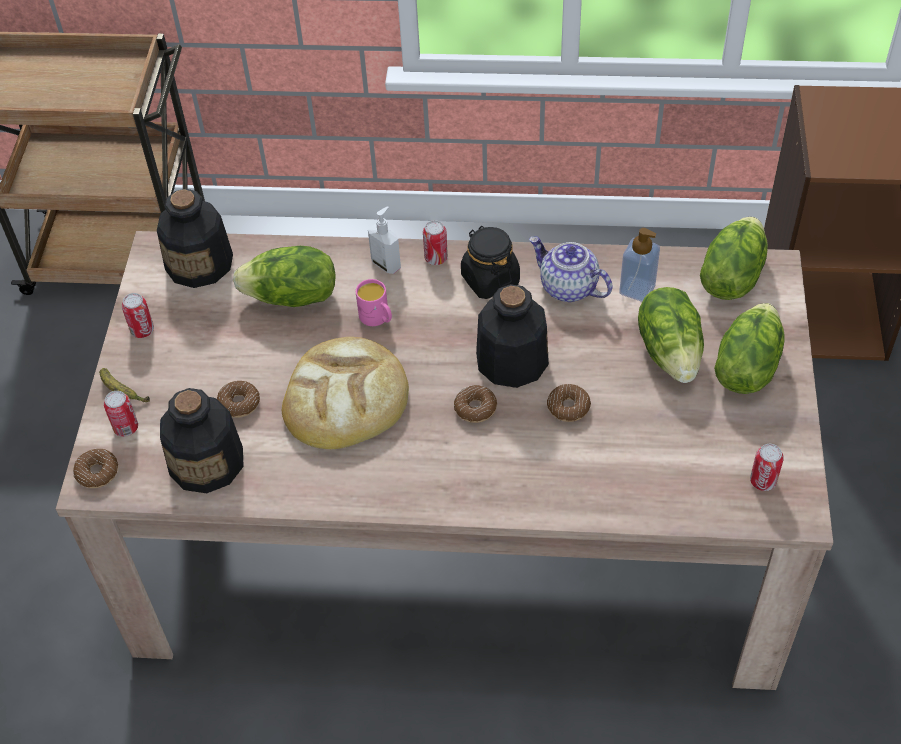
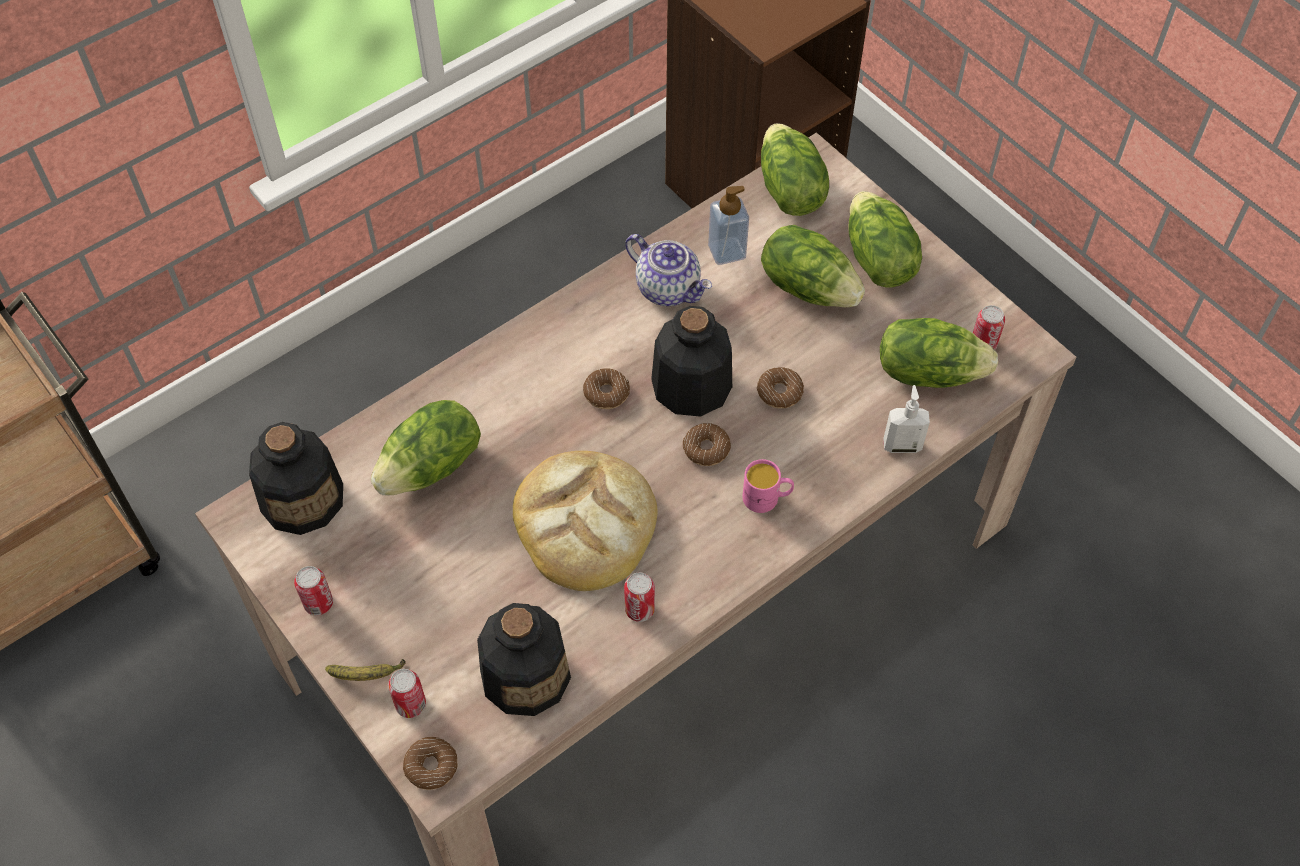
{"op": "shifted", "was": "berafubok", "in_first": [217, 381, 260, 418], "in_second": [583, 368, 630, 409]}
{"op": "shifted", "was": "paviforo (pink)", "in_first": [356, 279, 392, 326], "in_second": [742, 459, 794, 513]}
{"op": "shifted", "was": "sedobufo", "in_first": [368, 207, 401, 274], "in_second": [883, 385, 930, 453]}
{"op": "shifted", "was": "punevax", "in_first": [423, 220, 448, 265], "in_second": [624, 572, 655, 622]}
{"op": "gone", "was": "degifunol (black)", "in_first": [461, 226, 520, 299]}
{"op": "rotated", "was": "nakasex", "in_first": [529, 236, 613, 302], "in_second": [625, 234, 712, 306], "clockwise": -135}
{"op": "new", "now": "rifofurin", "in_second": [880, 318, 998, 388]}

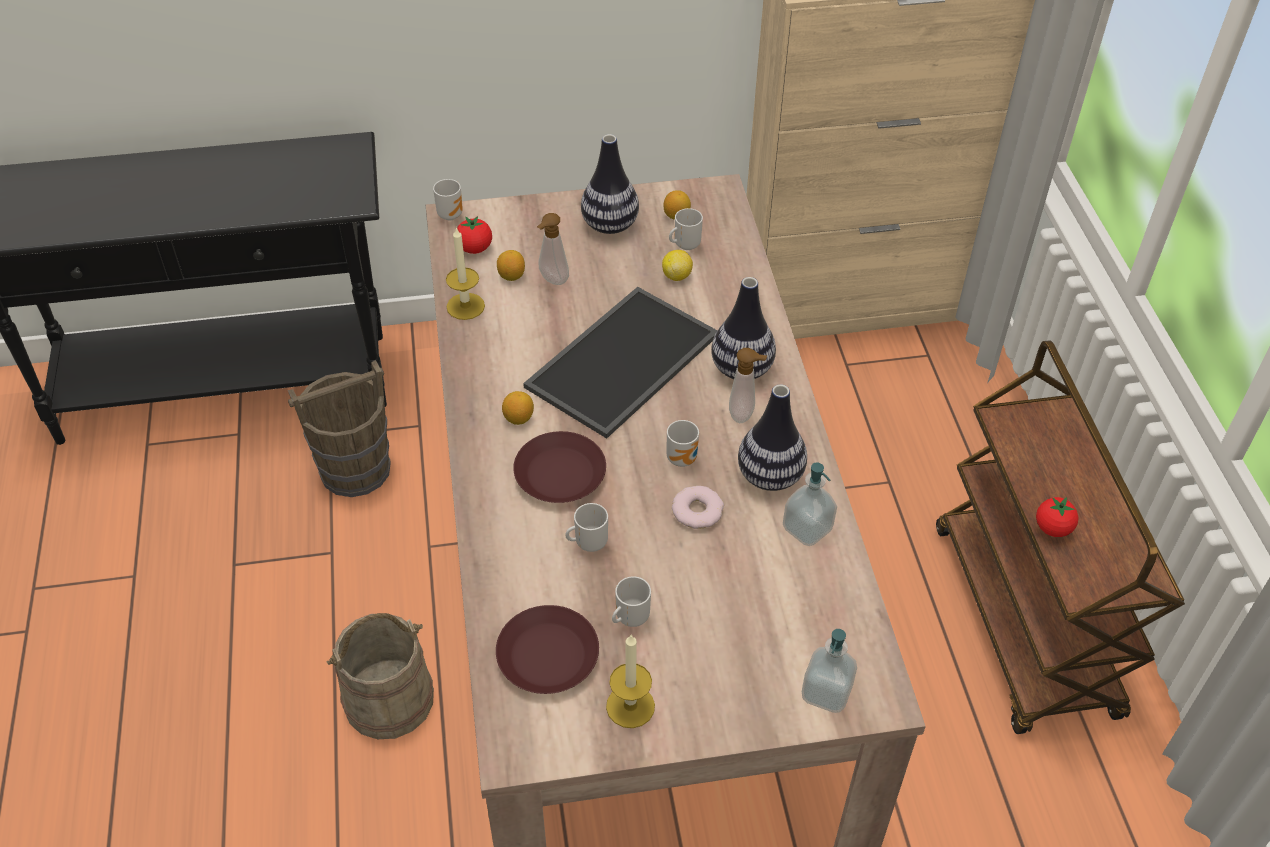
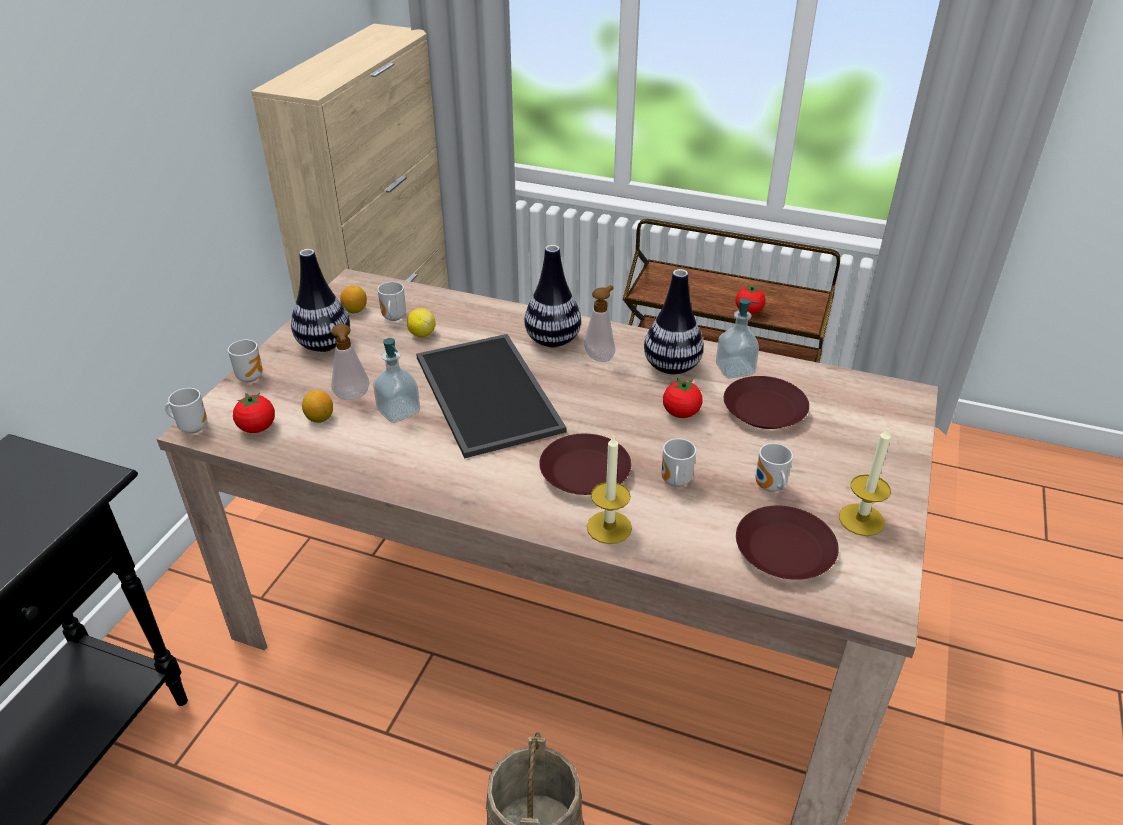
{"op": "gone", "was": "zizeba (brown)", "in_first": [288, 360, 391, 497]}
{"op": "shifted", "was": "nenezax", "in_first": [446, 227, 485, 320], "in_second": [587, 434, 632, 544]}
{"op": "gone", "was": "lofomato", "in_first": [502, 391, 534, 425]}
{"op": "shifted", "was": "paviforo", "in_first": [666, 420, 699, 467], "in_second": [228, 340, 263, 382]}
{"op": "swapped", "was": "berafubok", "now": "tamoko", "in_first": [672, 486, 724, 529], "in_second": [663, 378, 702, 418]}
{"op": "shifted", "was": "sedobufo", "in_first": [802, 629, 857, 713], "in_second": [373, 338, 420, 423]}
{"op": "new", "now": "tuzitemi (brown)", "in_second": [724, 376, 809, 429]}

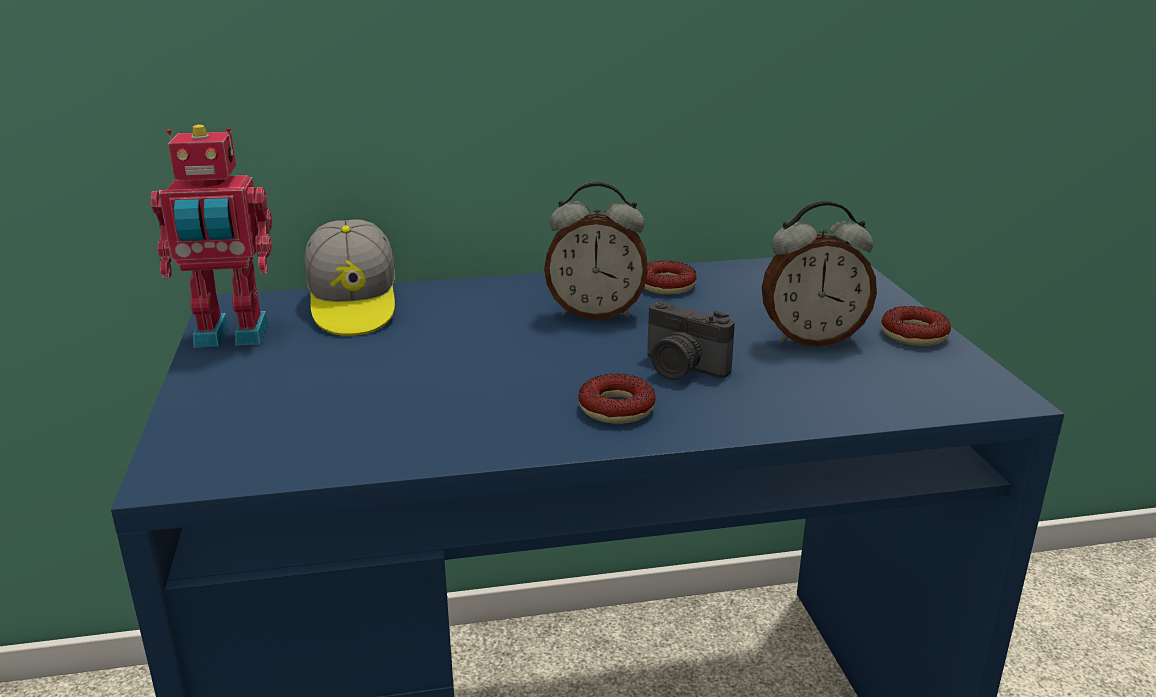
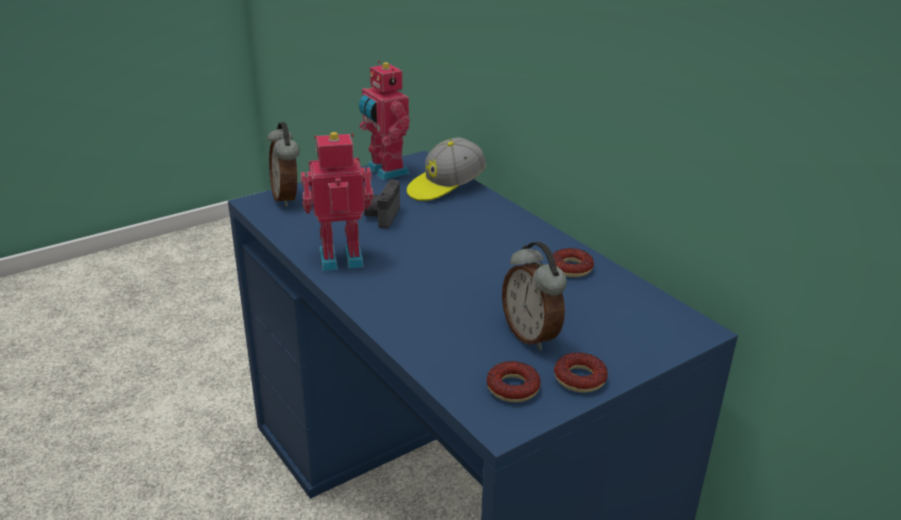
{"op": "shifted", "was": "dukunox", "in_first": [544, 182, 648, 320], "in_second": [267, 122, 300, 207]}
{"op": "shifted", "was": "berafubok", "in_first": [578, 373, 656, 424], "in_second": [487, 361, 541, 402]}
{"op": "shifted", "was": "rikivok", "in_first": [647, 302, 735, 380], "in_second": [364, 180, 400, 229]}
{"op": "new", "now": "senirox", "in_second": [301, 132, 373, 271]}

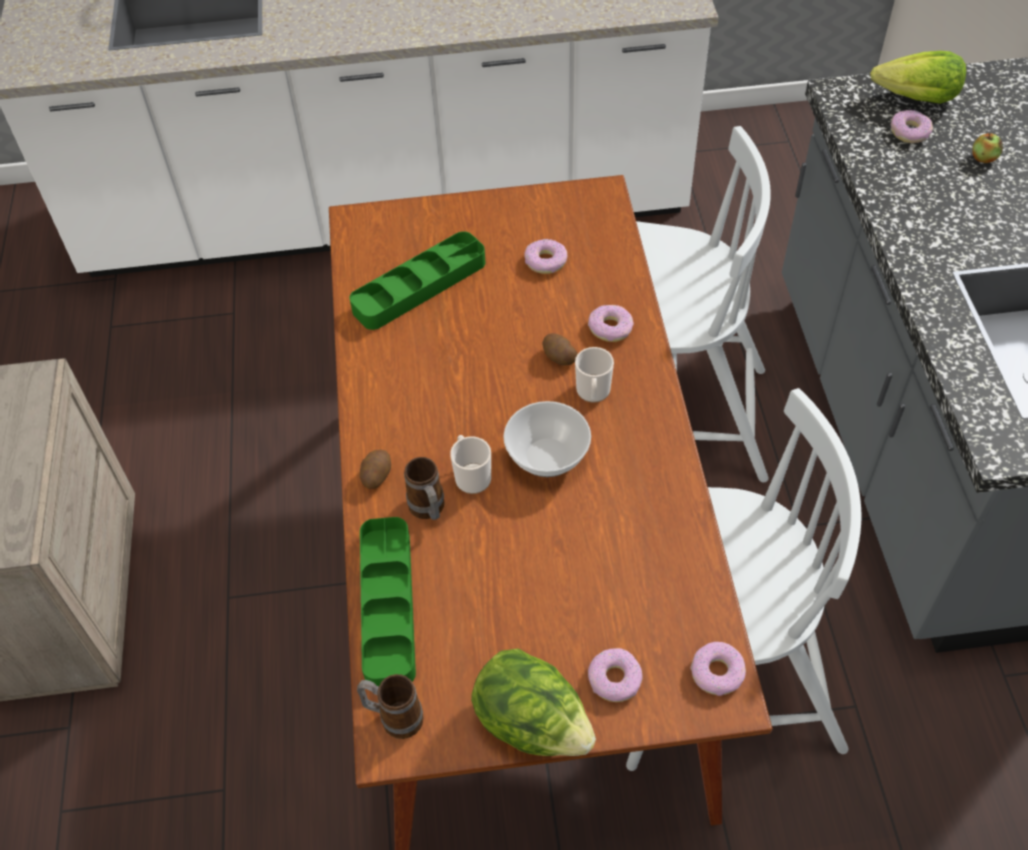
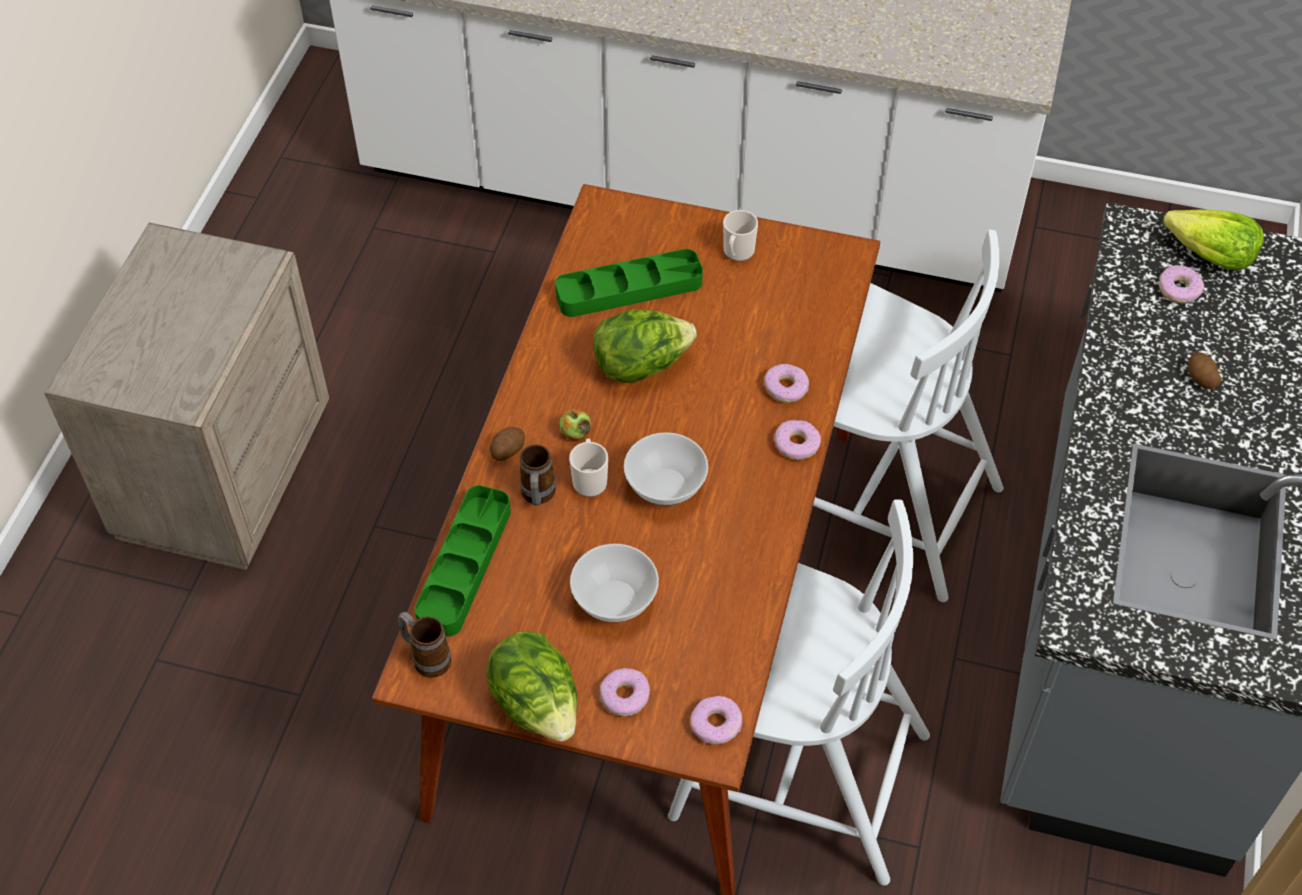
{"op": "shifted", "was": "berafubok", "in_first": [524, 239, 567, 274], "in_second": [774, 420, 821, 460]}
{"op": "shifted", "was": "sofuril", "in_first": [543, 333, 578, 366], "in_second": [1188, 352, 1221, 389]}
{"op": "shifted", "was": "paviforo", "in_first": [575, 347, 614, 403], "in_second": [723, 210, 758, 261]}
{"op": "shifted", "was": "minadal", "in_first": [972, 133, 1003, 163], "in_second": [559, 409, 591, 440]}
{"op": "new", "now": "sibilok", "in_second": [570, 544, 659, 622]}
{"op": "new", "now": "rifofurin", "in_second": [593, 309, 697, 383]}

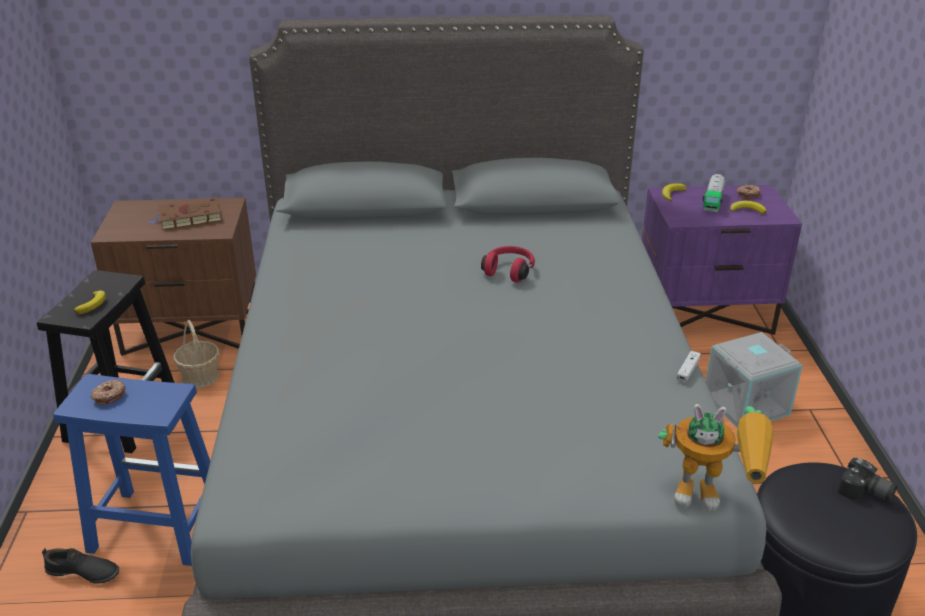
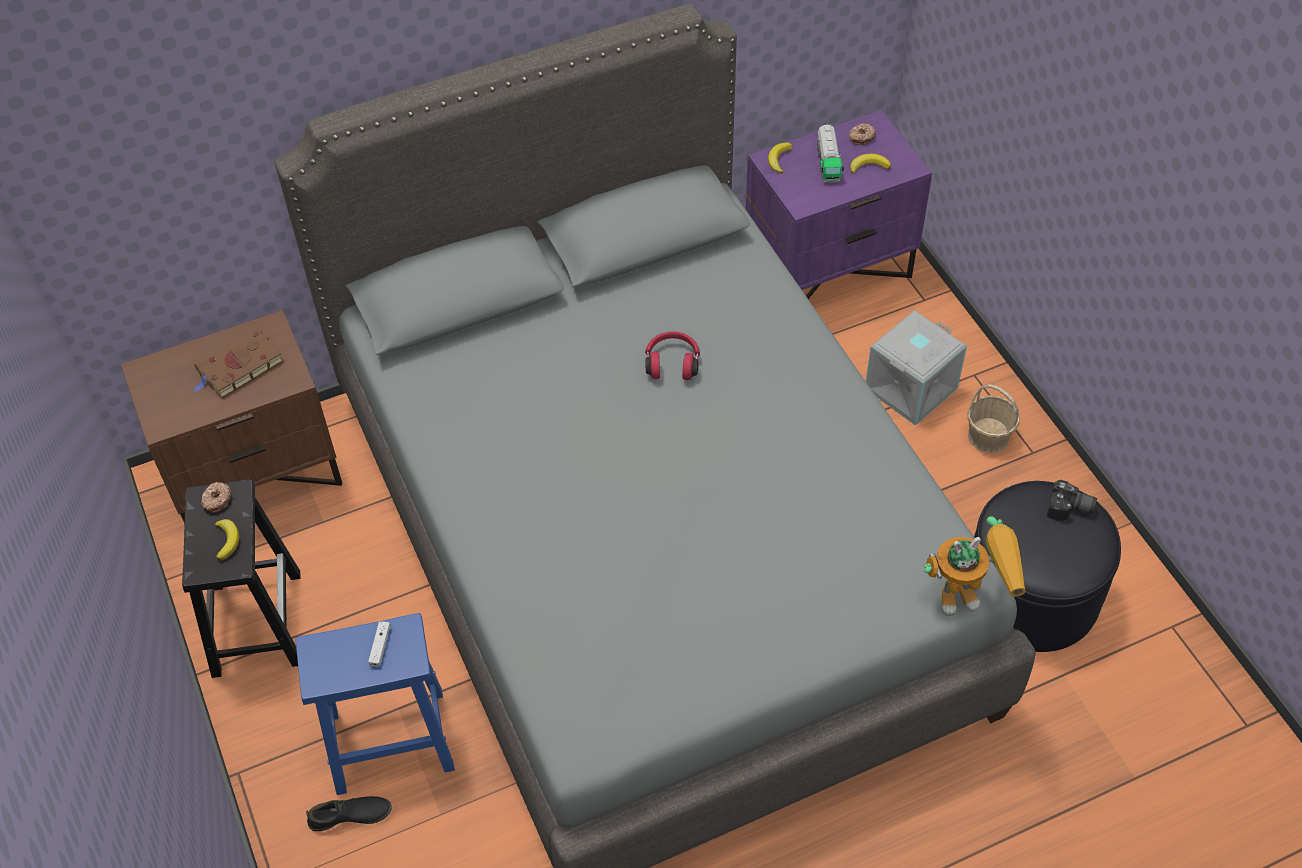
{"op": "shifted", "was": "berafubok", "in_first": [91, 379, 126, 405], "in_second": [201, 482, 232, 512]}
{"op": "shifted", "was": "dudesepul", "in_first": [173, 320, 219, 388], "in_second": [968, 384, 1020, 453]}
{"op": "shifted", "was": "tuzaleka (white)", "in_first": [677, 351, 701, 383], "in_second": [368, 621, 391, 667]}

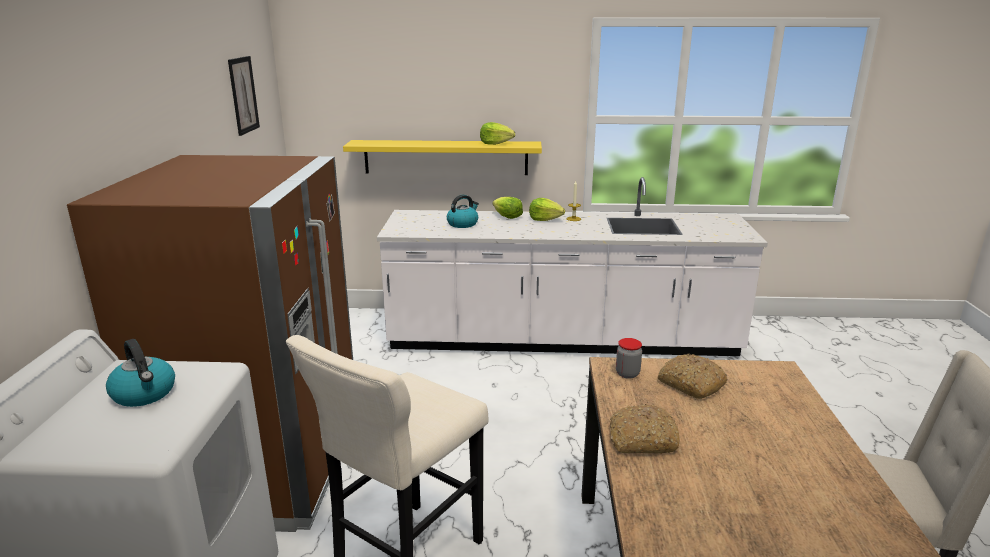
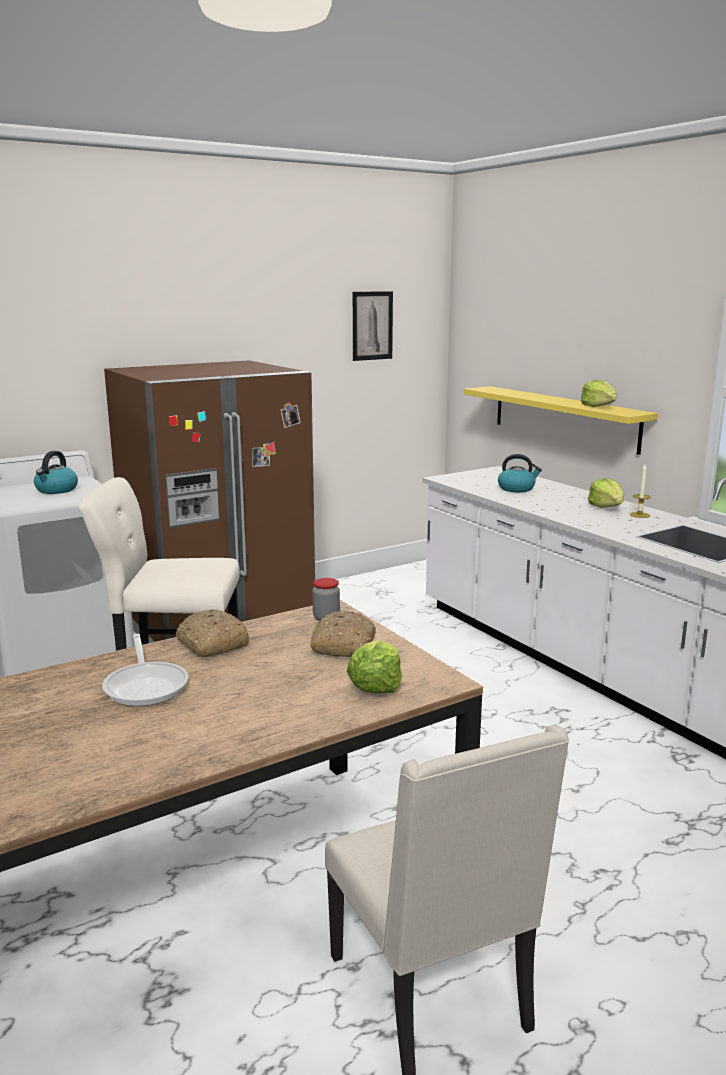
{"op": "shifted", "was": "rifofurin", "in_first": [493, 197, 523, 219], "in_second": [347, 640, 402, 693]}
{"op": "new", "now": "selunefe", "in_second": [102, 634, 188, 706]}

